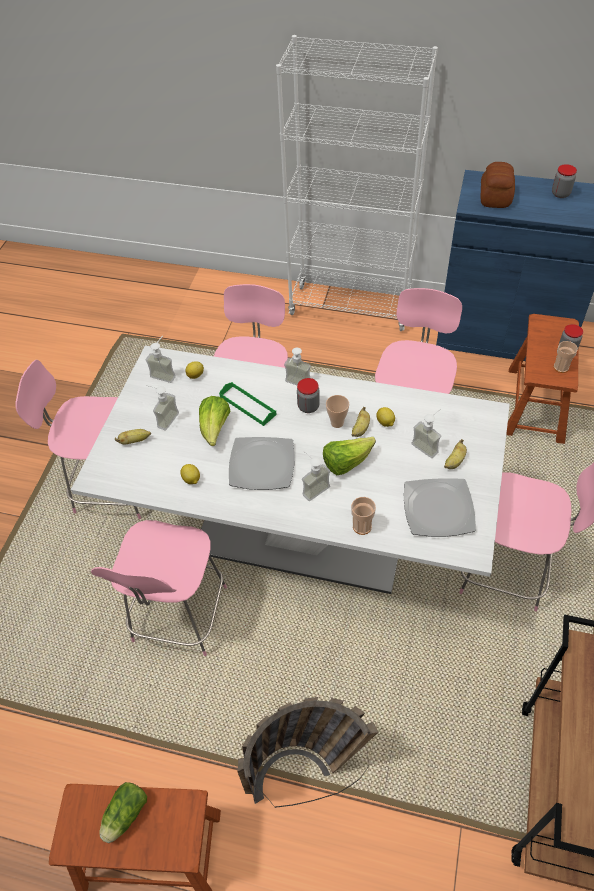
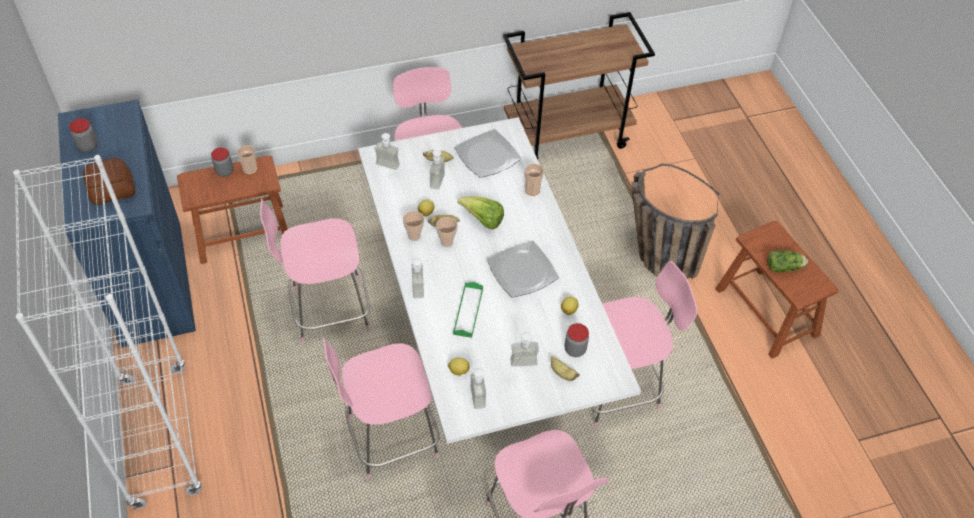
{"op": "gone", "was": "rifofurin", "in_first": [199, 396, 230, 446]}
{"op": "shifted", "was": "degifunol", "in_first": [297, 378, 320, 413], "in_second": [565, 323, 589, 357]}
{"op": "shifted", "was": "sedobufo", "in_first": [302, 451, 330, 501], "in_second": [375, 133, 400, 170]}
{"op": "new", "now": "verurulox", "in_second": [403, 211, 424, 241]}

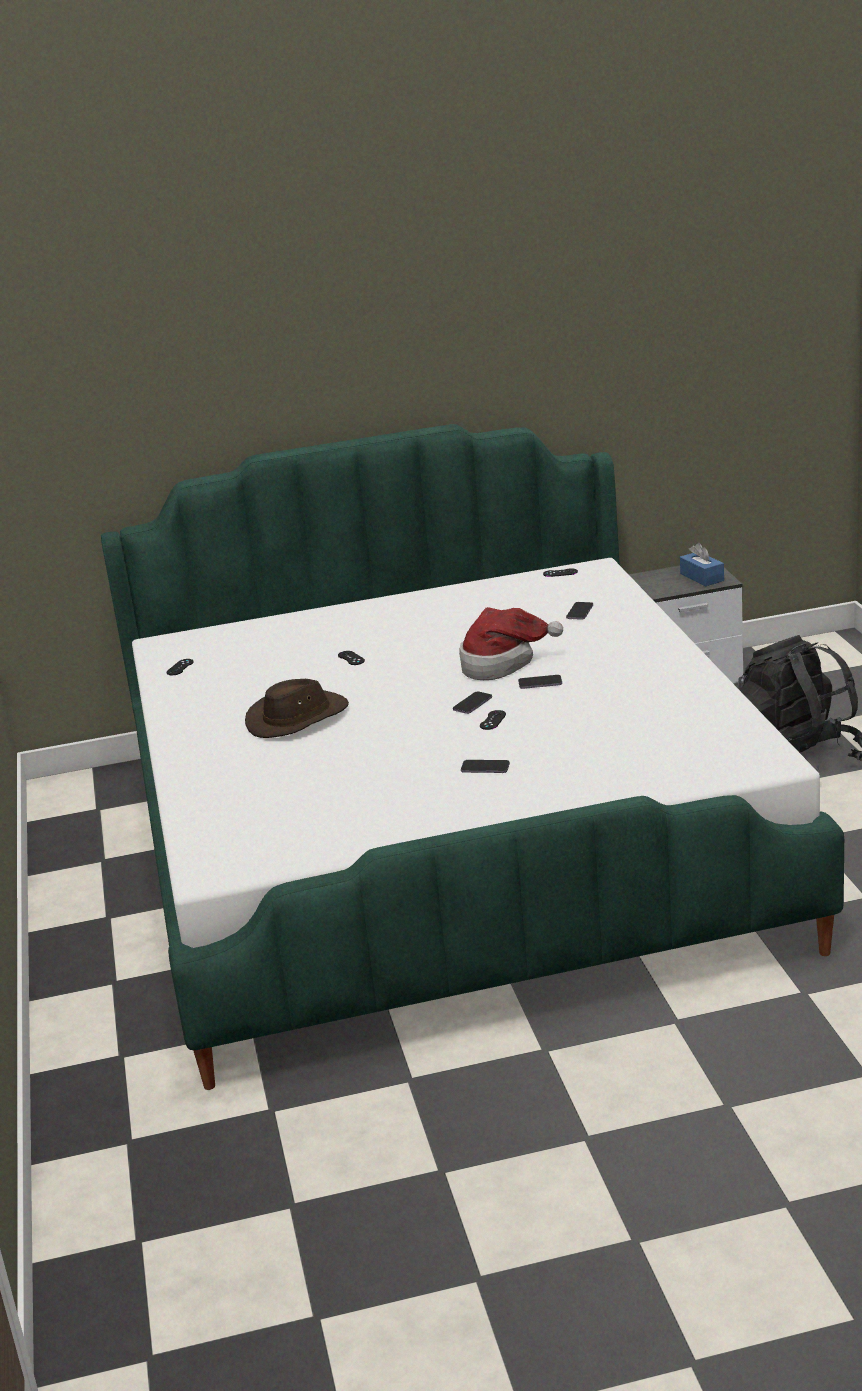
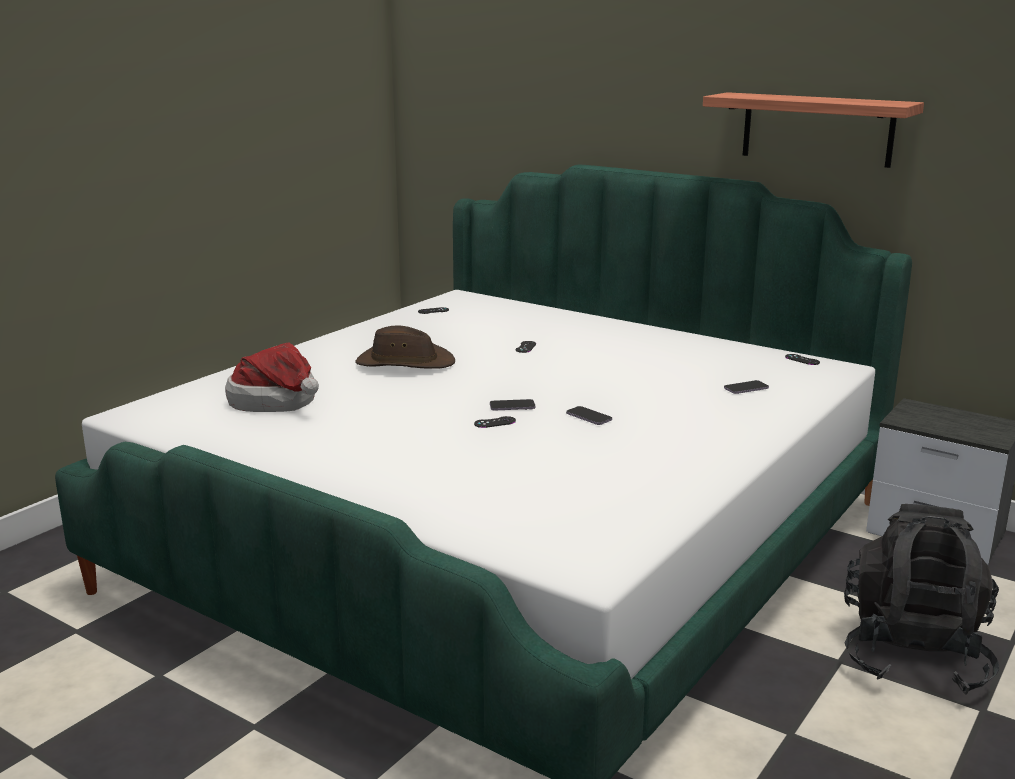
{"op": "shifted", "was": "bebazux", "in_first": [459, 607, 563, 680], "in_second": [225, 342, 319, 412]}
{"op": "gone", "was": "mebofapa", "in_first": [461, 760, 510, 773]}
{"op": "gone", "was": "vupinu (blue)", "in_first": [680, 543, 724, 586]}
{"op": "new", "now": "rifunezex", "in_second": [703, 92, 924, 168]}

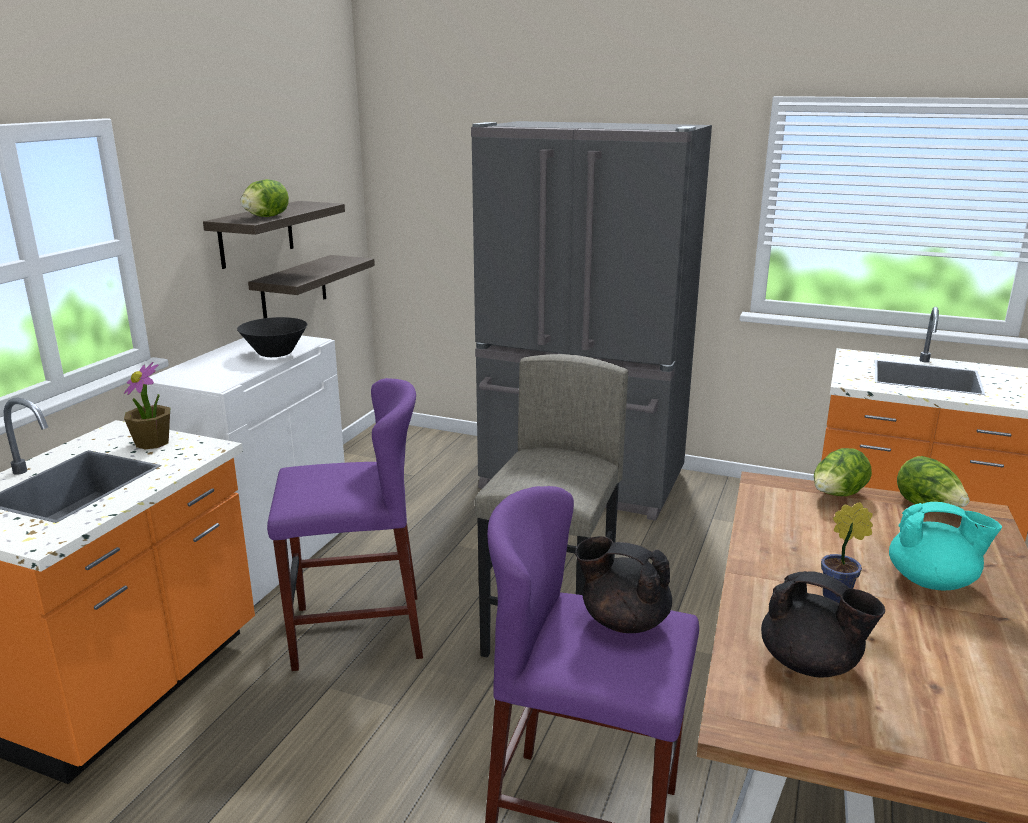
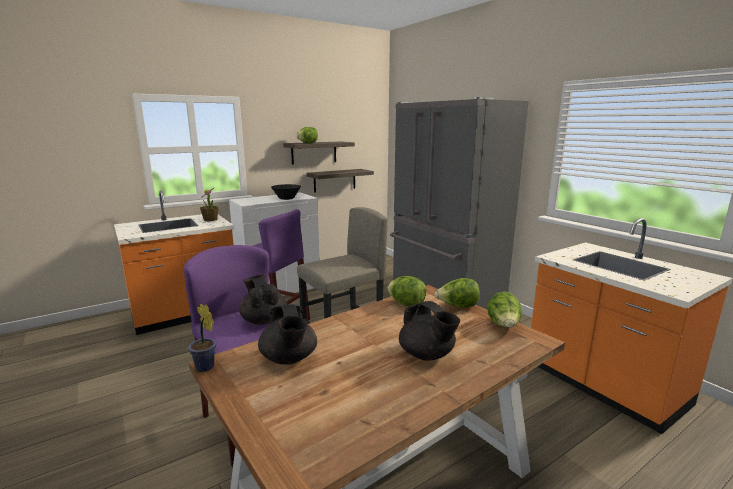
{"op": "shifted", "was": "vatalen", "in_first": [821, 502, 873, 603], "in_second": [188, 303, 216, 372]}
{"op": "repainted", "was": "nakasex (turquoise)", "now": "nakasex (black)", "in_first": [889, 502, 1002, 590], "in_second": [399, 301, 460, 361]}
{"op": "new", "now": "rifofurin", "in_second": [387, 276, 426, 306]}

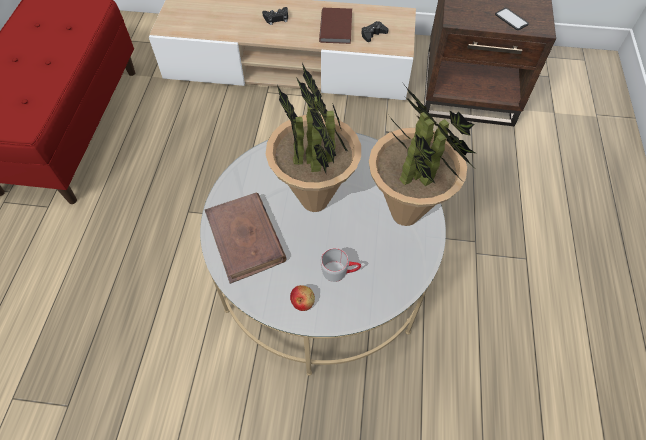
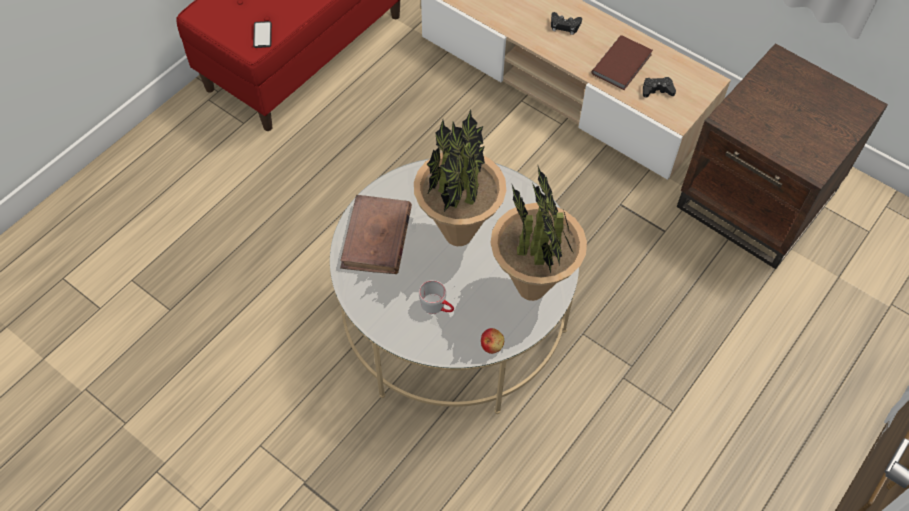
{"op": "shifted", "was": "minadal", "in_first": [290, 285, 315, 311], "in_second": [481, 328, 504, 354]}
{"op": "shifted", "was": "mebofapa", "in_first": [495, 8, 529, 30], "in_second": [253, 21, 272, 48]}

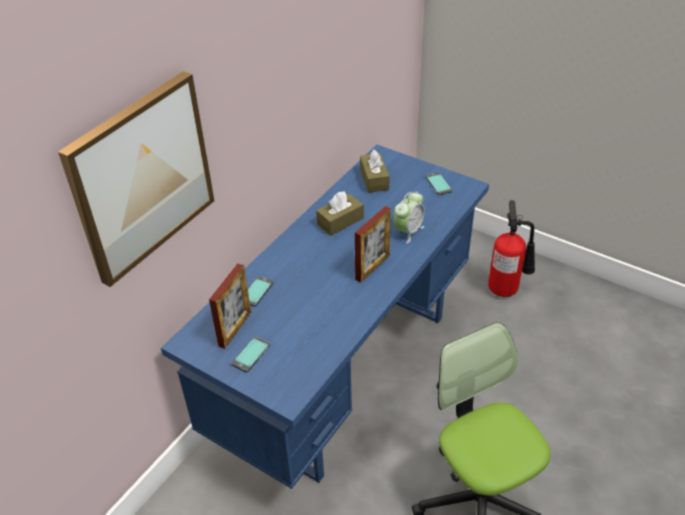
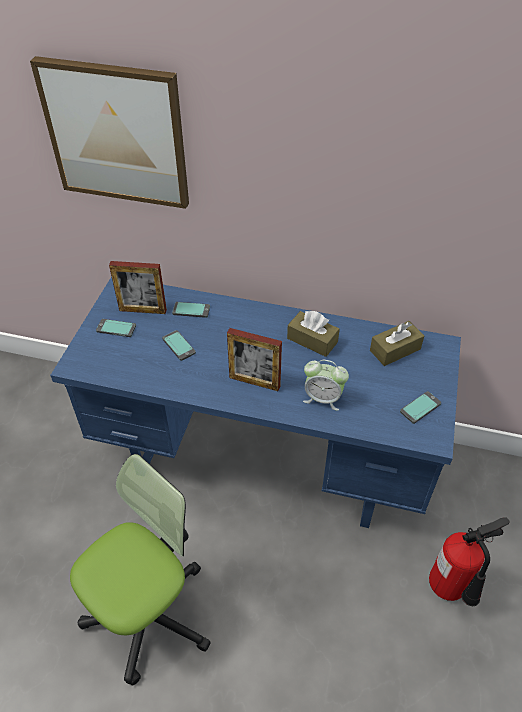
{"op": "new", "now": "mebofapa", "in_second": [162, 330, 196, 361]}

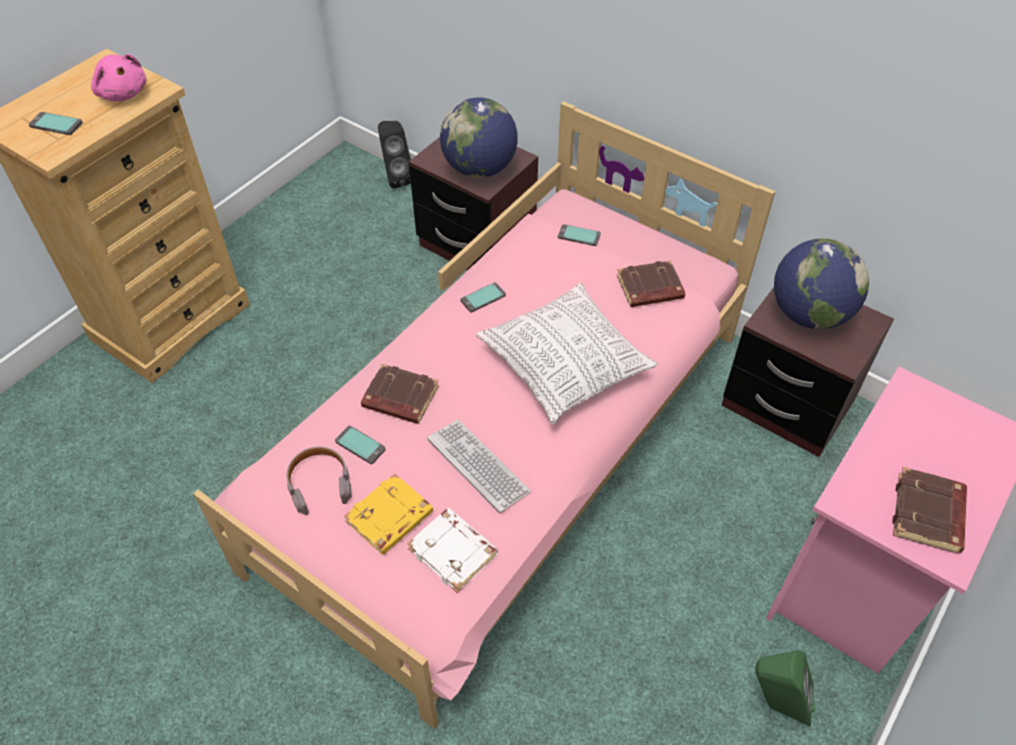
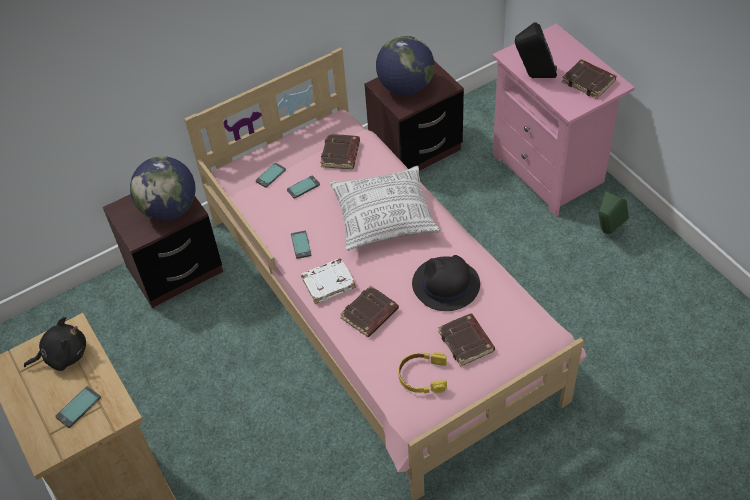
{"op": "repainted", "was": "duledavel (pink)", "now": "duledavel (black)", "in_first": [91, 54, 146, 101], "in_second": [24, 317, 86, 371]}
{"op": "repainted", "was": "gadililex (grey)", "now": "gadililex (yellow)", "in_first": [287, 447, 352, 515], "in_second": [398, 352, 447, 393]}
{"op": "shifted", "was": "mebofapa", "in_first": [335, 426, 386, 464], "in_second": [287, 175, 320, 199]}
{"op": "repainted", "was": "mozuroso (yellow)", "now": "mozuroso (brown)", "in_first": [344, 473, 433, 555], "in_second": [438, 313, 495, 367]}
{"op": "shifted", "was": "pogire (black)", "in_first": [378, 121, 411, 188], "in_second": [515, 22, 557, 78]}
{"op": "shifted", "was": "mozuroso (white)", "in_first": [407, 508, 498, 593], "in_second": [300, 258, 356, 304]}
{"op": "swapped", "was": "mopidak", "now": "bebazux (black)", "in_first": [427, 420, 531, 513], "in_second": [412, 255, 480, 311]}

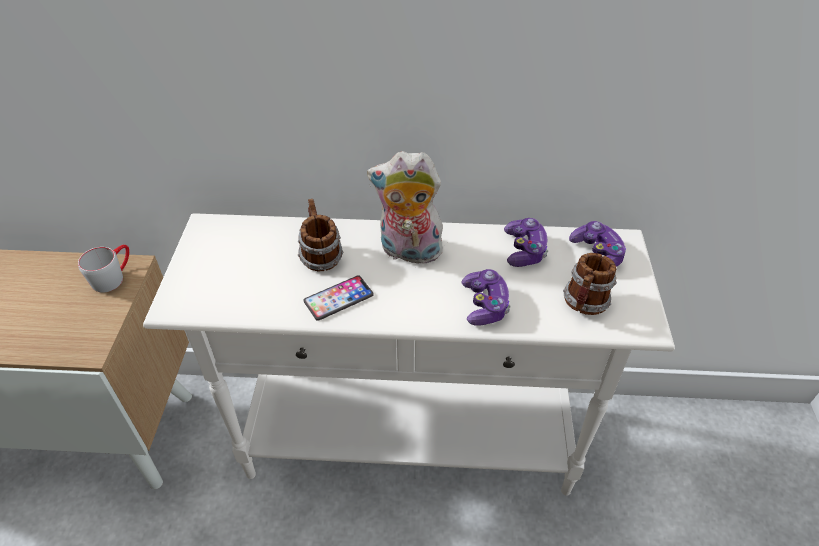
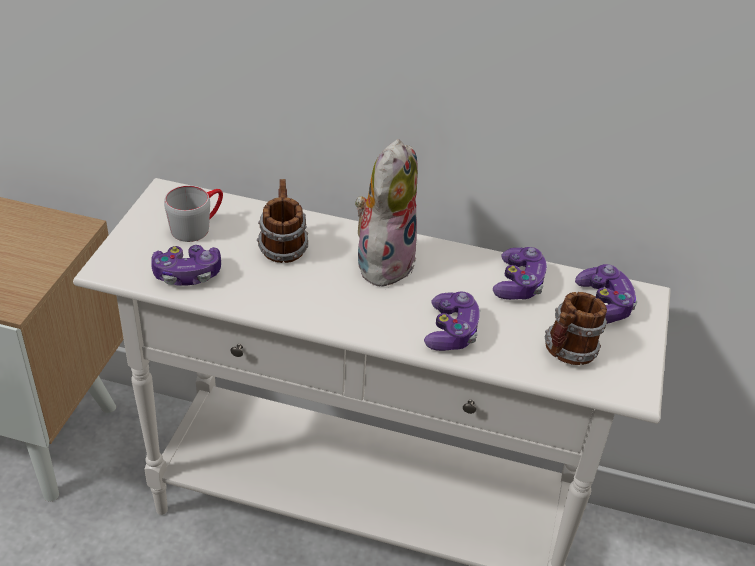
{"op": "shifted", "was": "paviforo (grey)", "in_first": [78, 245, 129, 293], "in_second": [164, 185, 223, 242]}
{"op": "gone", "was": "mebofapa", "in_first": [303, 275, 374, 321]}
{"op": "rotated", "was": "duledavel", "in_first": [367, 151, 445, 268], "in_second": [355, 139, 418, 287], "clockwise": 90}
{"op": "new", "now": "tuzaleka", "in_second": [151, 245, 221, 286]}

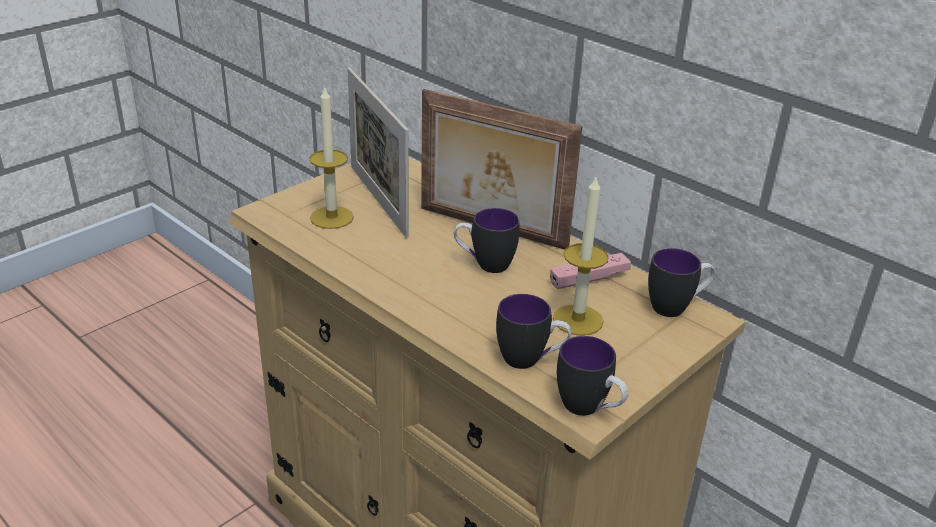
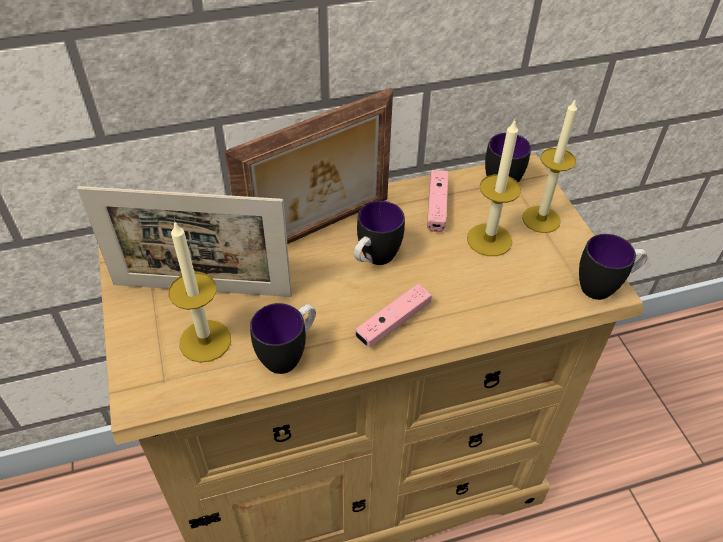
{"op": "shifted", "was": "paviforo", "in_first": [496, 294, 572, 369], "in_second": [250, 303, 316, 374]}
{"op": "new", "now": "tuzaleka (pink)", "in_second": [355, 284, 432, 348]}
{"op": "new", "now": "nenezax", "in_second": [522, 100, 577, 233]}

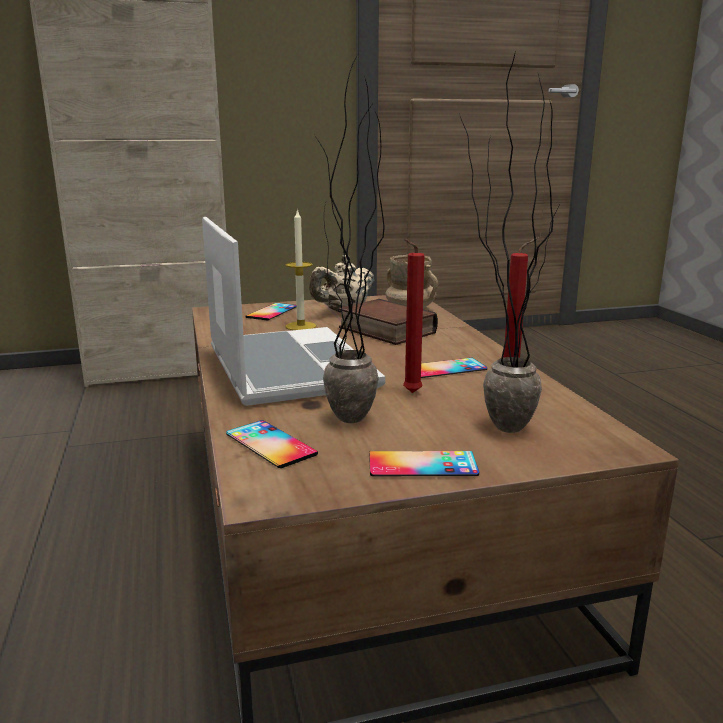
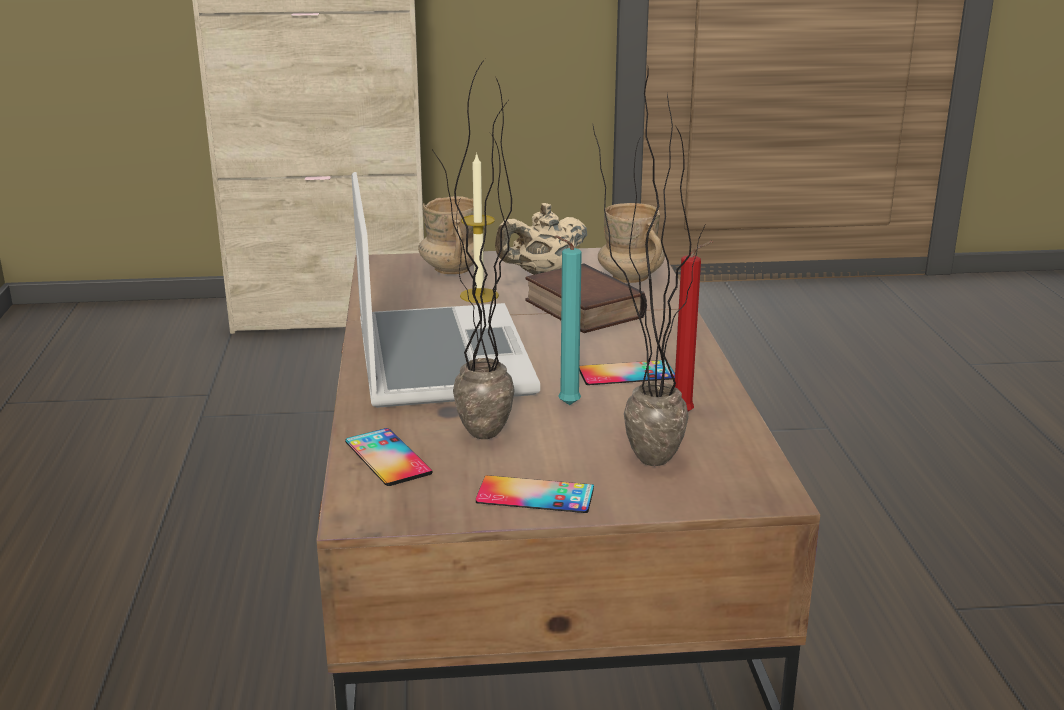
{"op": "swapped", "was": "mebofapa", "now": "paviforo (beige)", "in_first": [245, 303, 297, 320], "in_second": [418, 196, 485, 274]}
{"op": "repainted", "was": "nenezax (red)", "now": "nenezax (turquoise)", "in_first": [403, 239, 425, 393], "in_second": [555, 236, 582, 405]}

